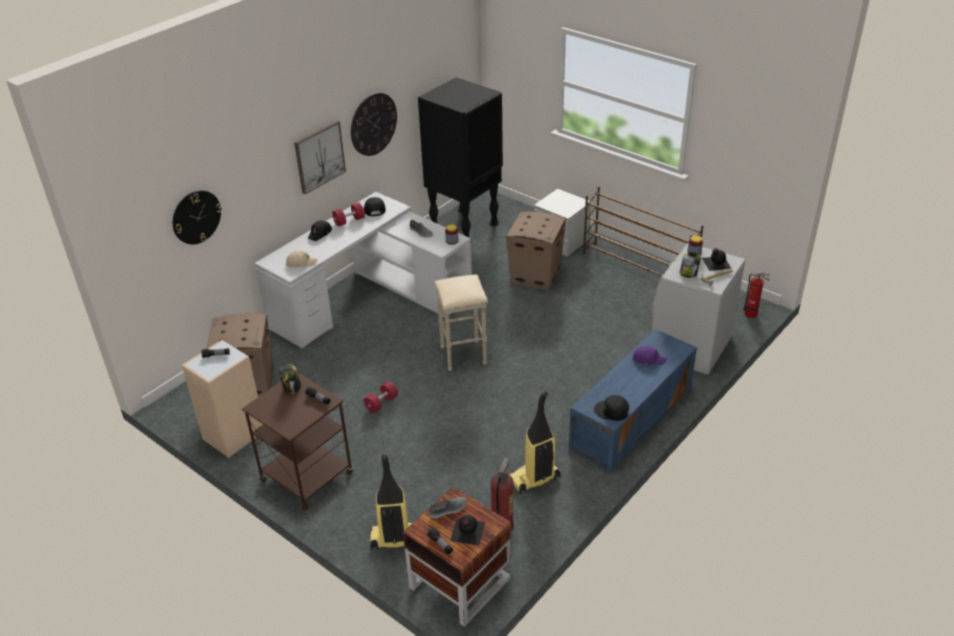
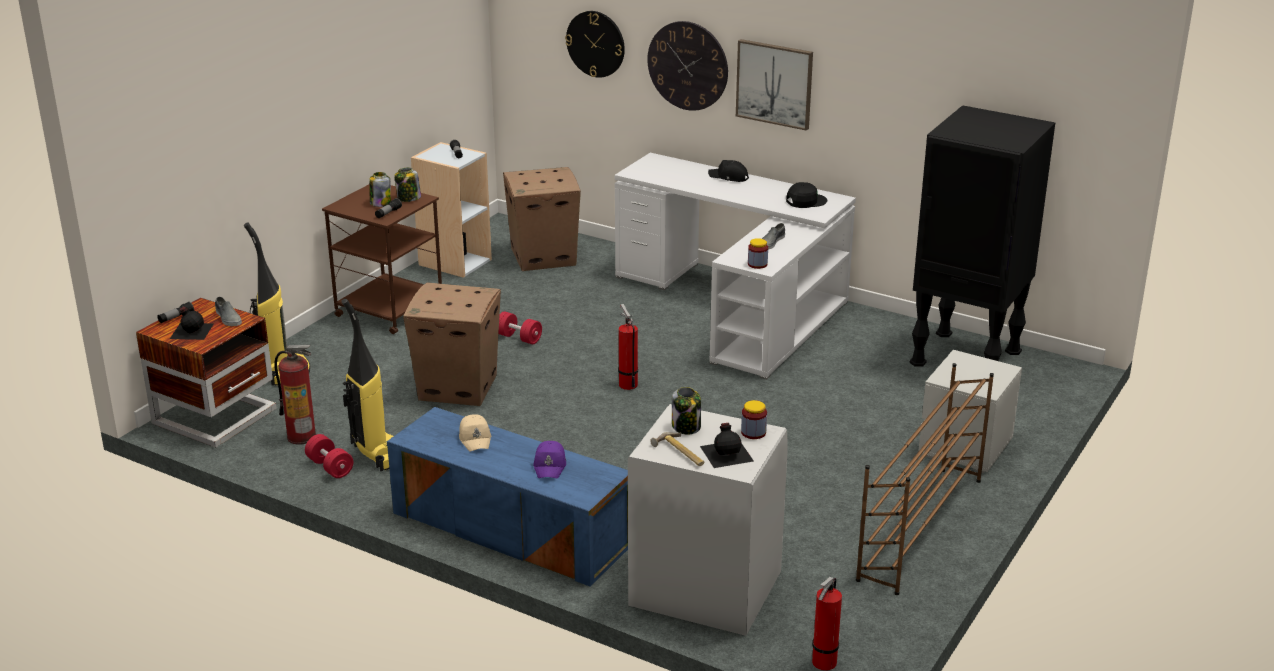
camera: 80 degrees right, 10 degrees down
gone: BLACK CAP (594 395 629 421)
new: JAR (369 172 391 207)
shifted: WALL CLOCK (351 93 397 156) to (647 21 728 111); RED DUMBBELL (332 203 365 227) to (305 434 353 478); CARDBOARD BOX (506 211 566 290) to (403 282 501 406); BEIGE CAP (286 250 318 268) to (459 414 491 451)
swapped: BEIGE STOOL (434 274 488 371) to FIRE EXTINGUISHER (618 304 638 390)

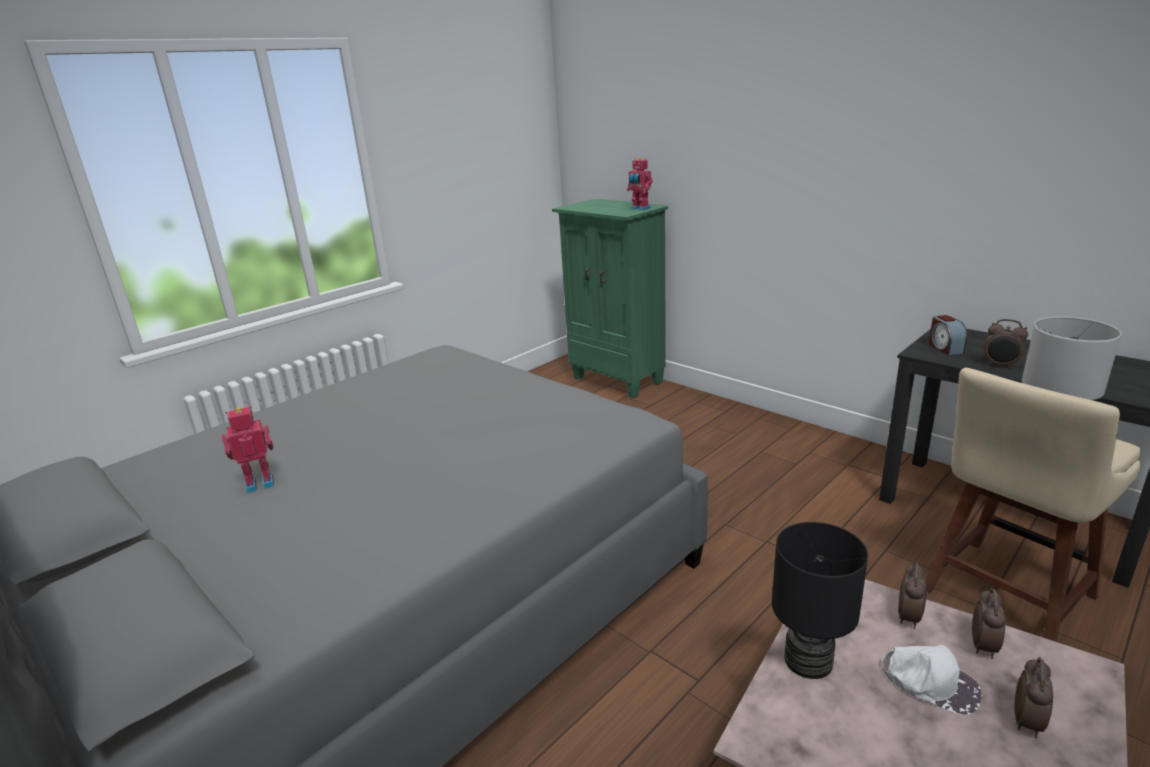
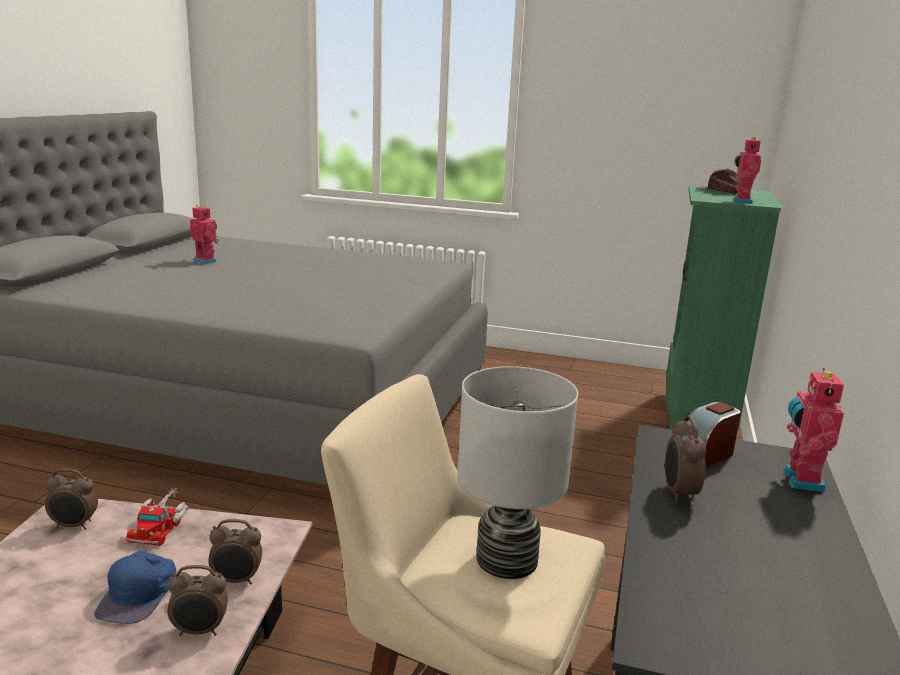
camera: 60 degrees right, 5 degrees down
new: BROWN CAP (696 169 740 194); TOY ROBOT (783 368 844 492)
shifted: ALARM CLOCK (1014 657 1053 738) to (45 469 98 530)
swapped: BLACK TABLE LAMP (772 522 868 679) to TOY TRUCK (126 488 189 546)
repainted: WHITE CAP (882 645 982 715) to BLUE CAP (94 551 176 624)

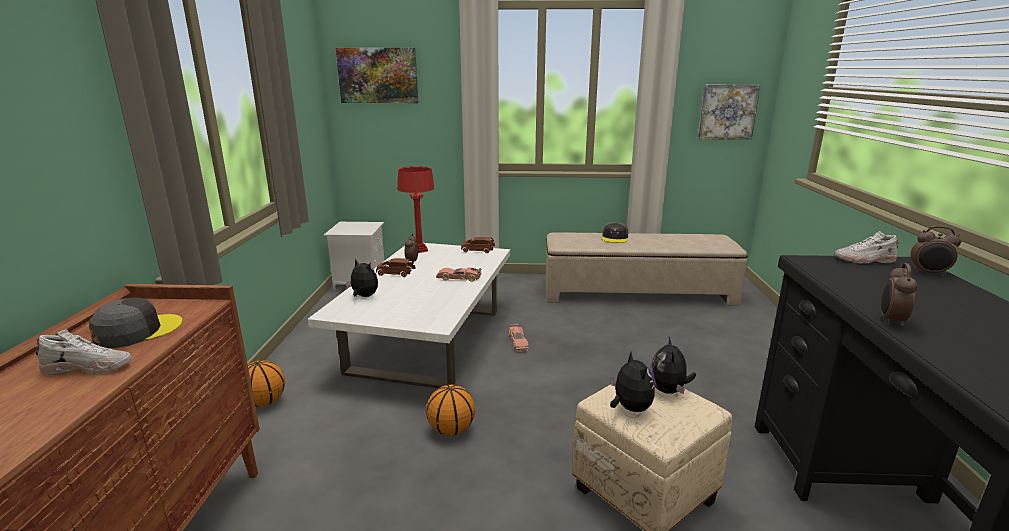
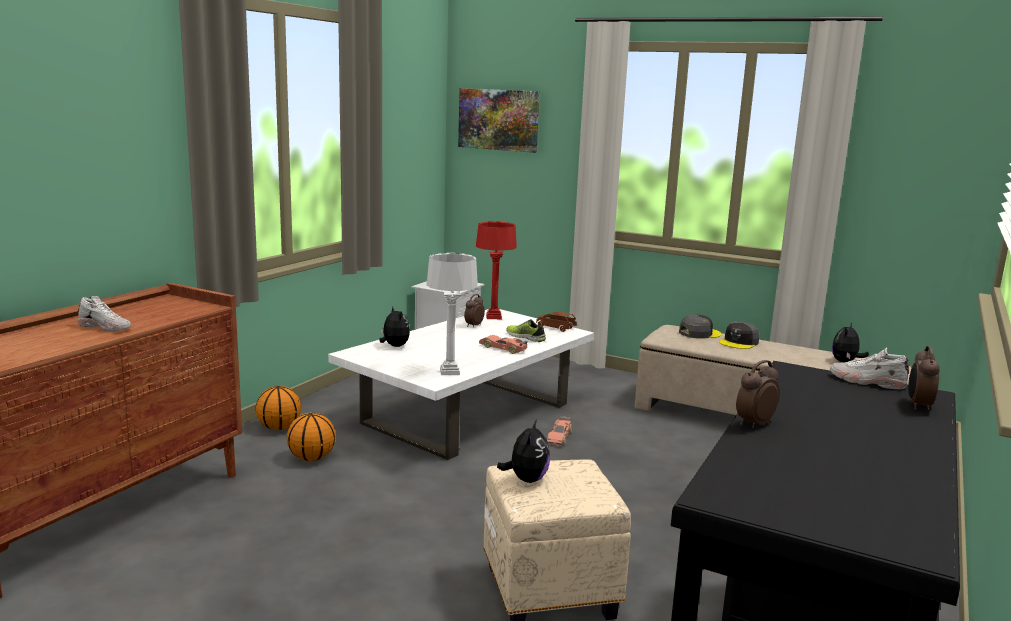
camera: 25 degrees right, 5 degrees down
gone: PICTURE (698 85 760 140); BROWN TOY CAR (376 258 415 277)
new: GREY TABLE LAMP (426 253 478 375); SHOE (506 319 546 342)
shifted: GREY CAP (89 297 183 349) to (679 314 721 339); PLUSH TOY (650 337 696 394) to (832 323 869 362); BASKETBALL (426 385 475 436) to (287 412 336 461)
rotated: ALARM CLOCK (911 226 961 277) = (908 346 940 410) 60 degrees clockwise

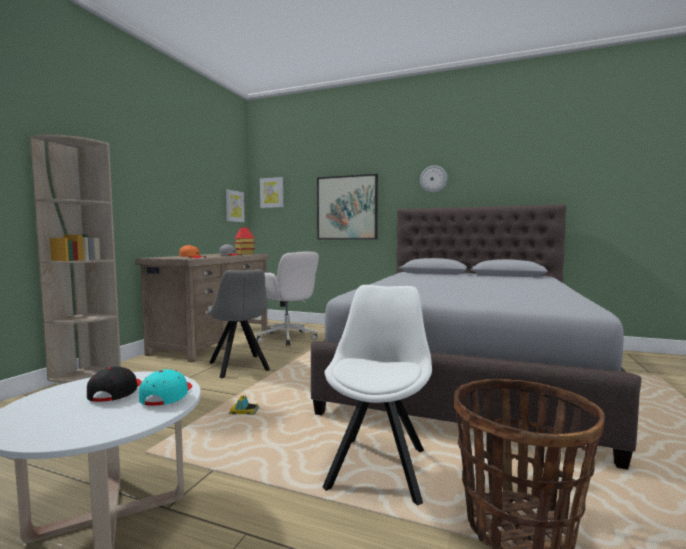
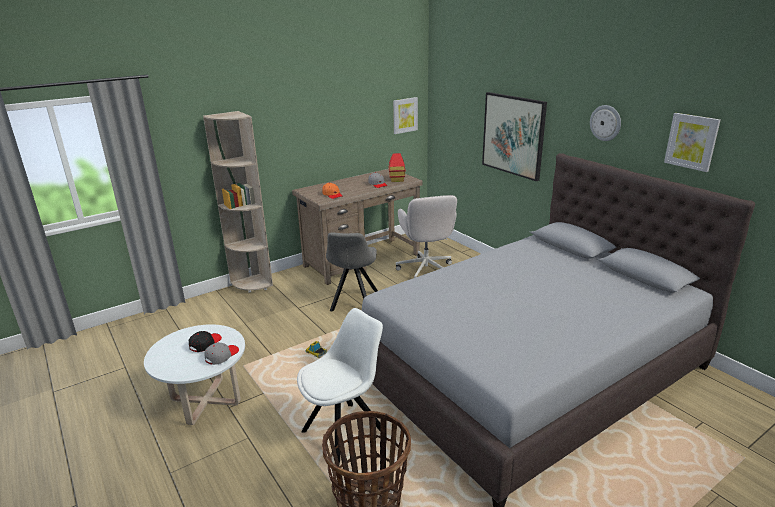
camera: 35 degrees right, 20 degrees up
shifted: PICTURE (260 177 283 208) to (664 113 721 172)
repainted: TURQUOISE CAP (139 369 192 406) to GREY CAP (204 342 239 365)

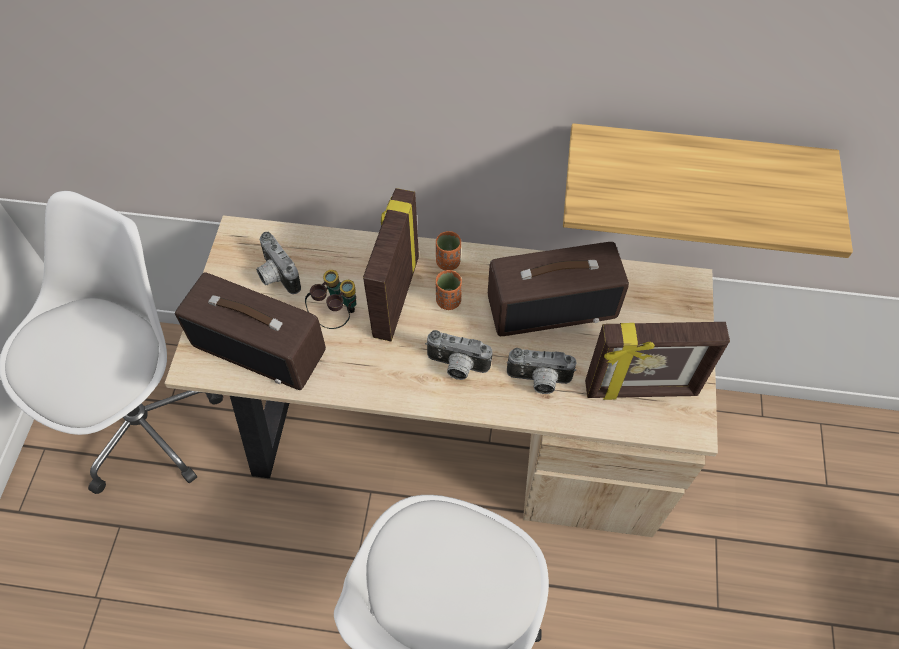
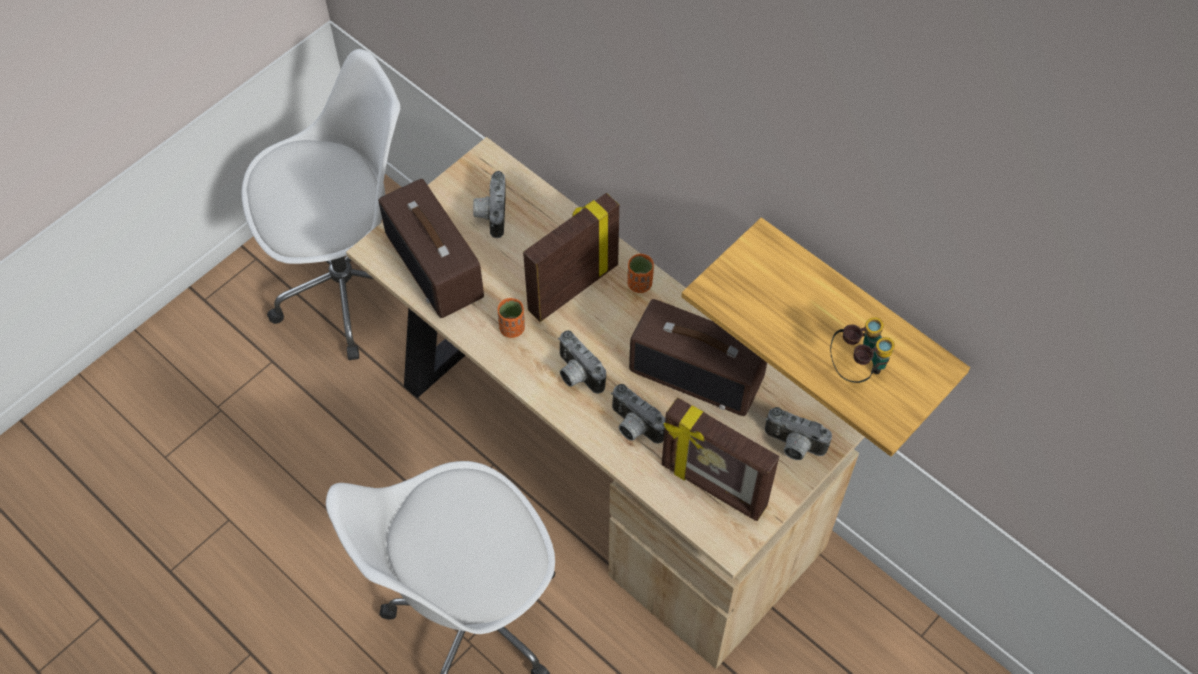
camera: 35 degrees right, 0 degrees up
new: PHOTO CAMERA (765 407 832 460)
shifted: BINOCULARS (305 270 356 329) to (830 317 895 383); ORANGE CUP (436 270 462 310) to (497 298 525 338)

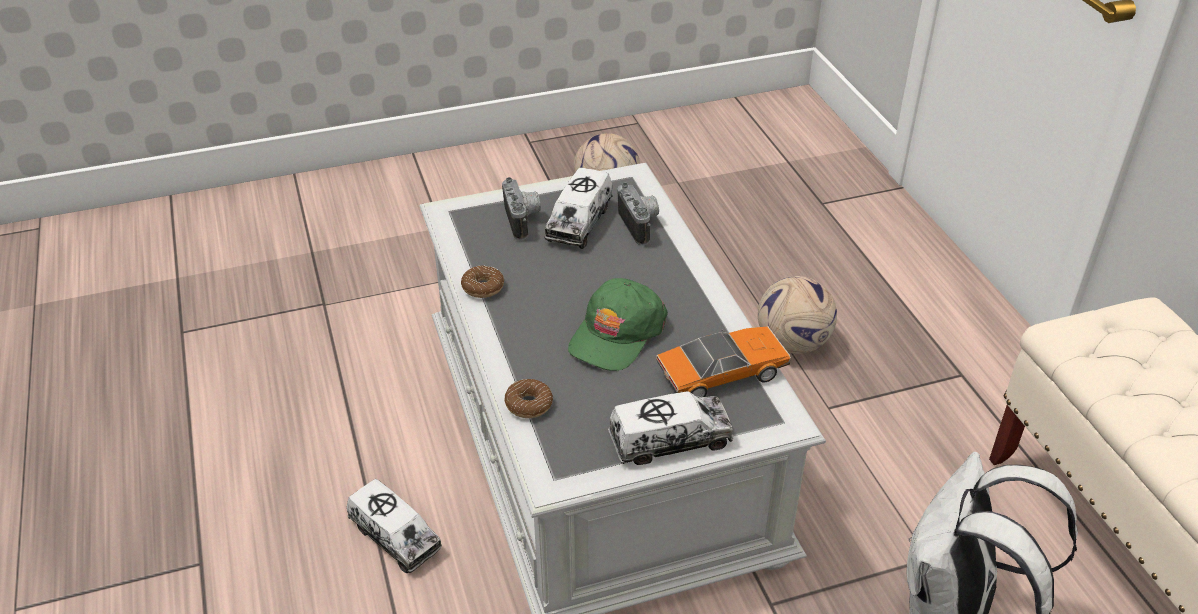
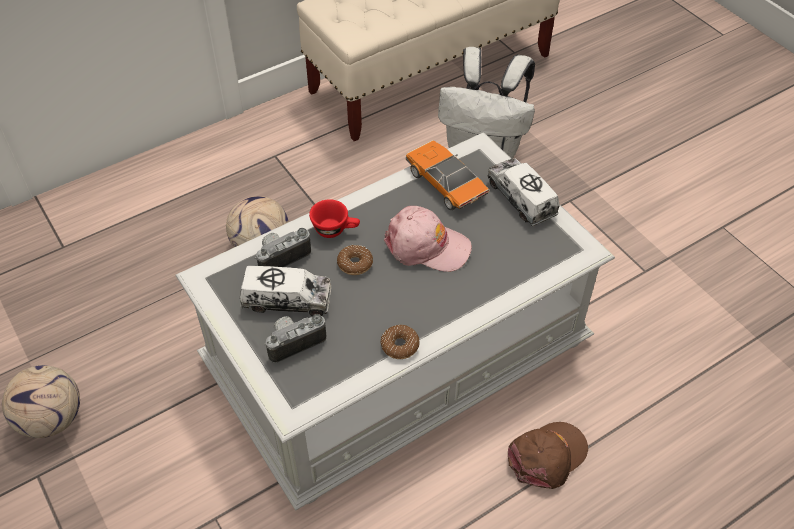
camera: 105 degrees left, 10 degrees up
new: RED CUP (309 199 360 238)
shifted: DONUT (504 379 553 418) to (337 245 373 275)
swapped: TOY TRUCK (347 479 442 573) to BROWN CAP (508 422 588 489)
repainted: GREEN CAP (568 278 668 371) to PINK CAP (384 206 472 272)

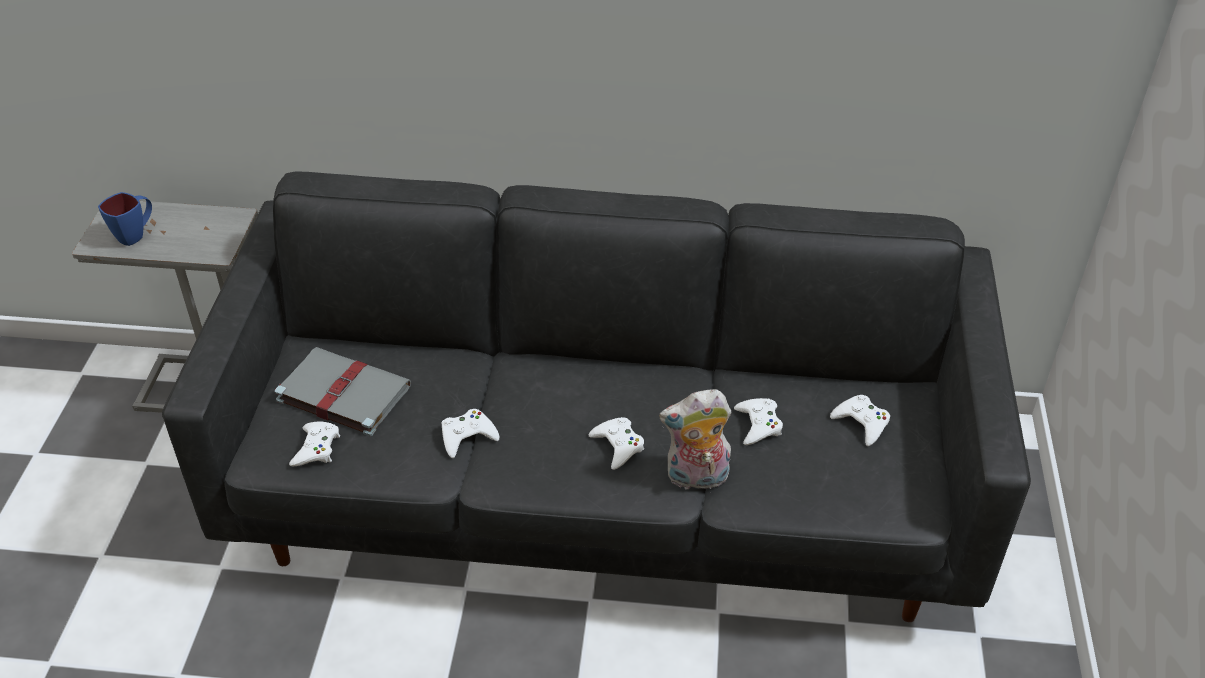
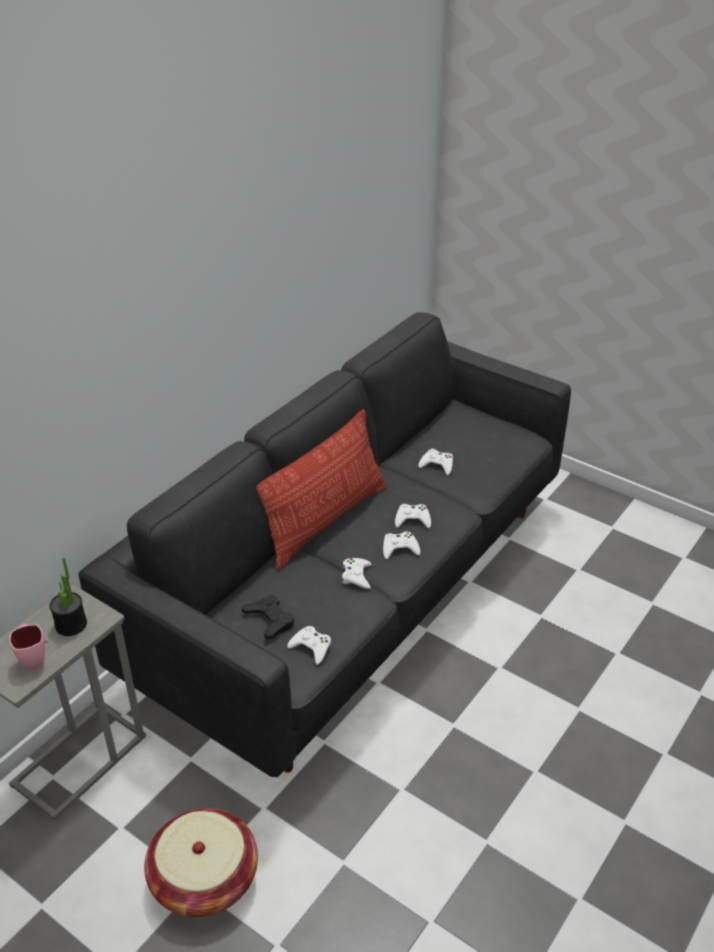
camera: 60 degrees left, 5 degrees down
gone: PLUSH TOY (659 389 731 489)
new: PILLOW (256 409 387 570); POTTED PLANT (50 557 87 636); BASKET (144 808 258 917)
shifted: WHITE GAME CONTROLLER (830 395 890 446) to (383 531 420 559)
swapped: GREY BOOK (275 347 411 436) to BLACK GAME CONTROLLER (242 595 294 639)
repainted: BLUE MUG (98 192 152 246) to PINK MUG (9 624 45 670)

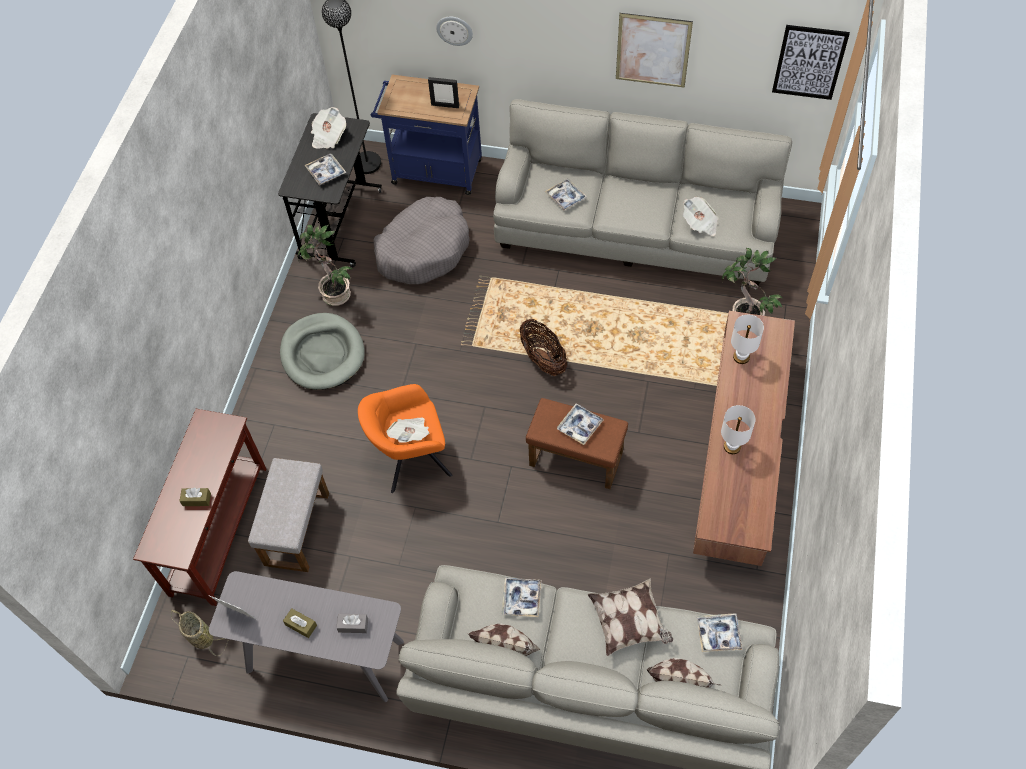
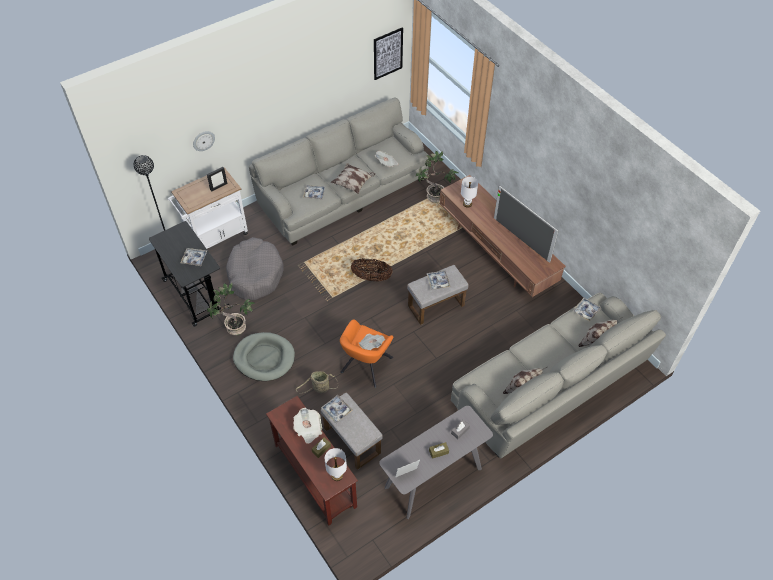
camera: 50 degrees left, 5 degrees down
gone: PICTURE (616 13 693 88)
new: TELEVISION (494 186 558 263)
shifted: NEWSPAPER (311 107 346 149) to (293 408 322 444); WHITE TABLE LAMP (721 405 755 454) to (325 448 347 481); TRAY (502 578 542 617) to (321 395 353 423); PILLOW (588 578 673 656) to (330 163 375 194); BASKET (171 610 229 656) to (296 371 337 393)
repainted: BLUE CART (371 75 482 195) to WHITE CART (168 167 248 249); BROWN OTTOMAN (526 398 628 489) to GREY OTTOMAN (407 265 469 325)

